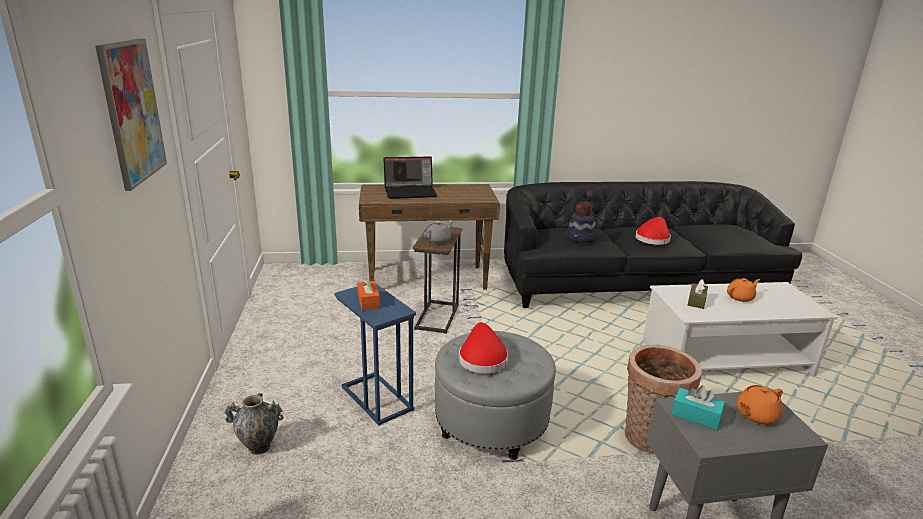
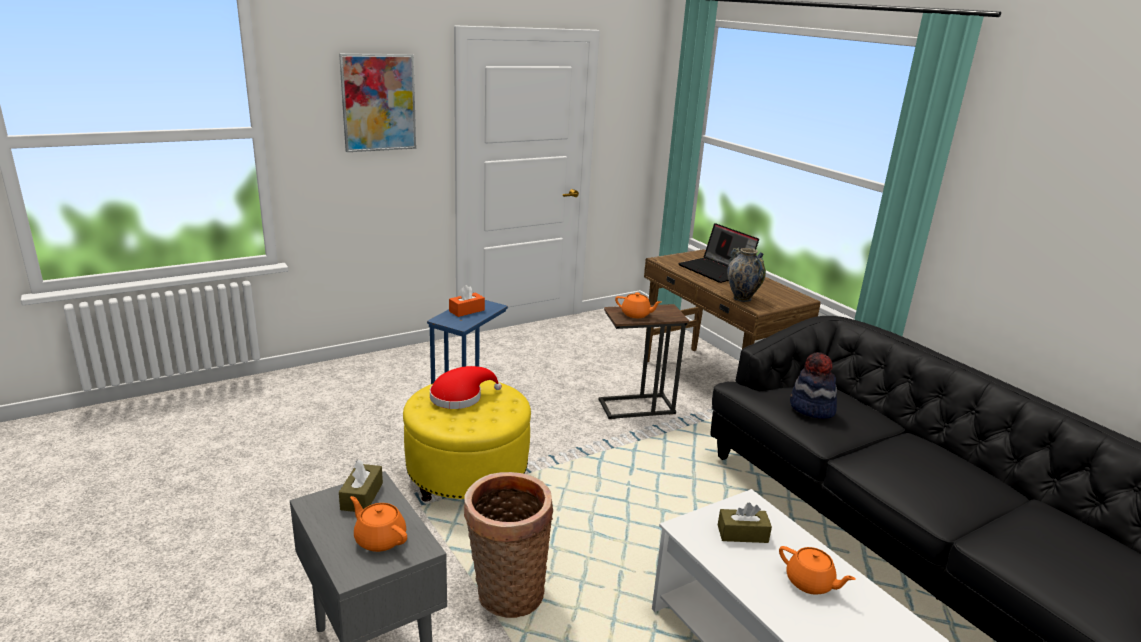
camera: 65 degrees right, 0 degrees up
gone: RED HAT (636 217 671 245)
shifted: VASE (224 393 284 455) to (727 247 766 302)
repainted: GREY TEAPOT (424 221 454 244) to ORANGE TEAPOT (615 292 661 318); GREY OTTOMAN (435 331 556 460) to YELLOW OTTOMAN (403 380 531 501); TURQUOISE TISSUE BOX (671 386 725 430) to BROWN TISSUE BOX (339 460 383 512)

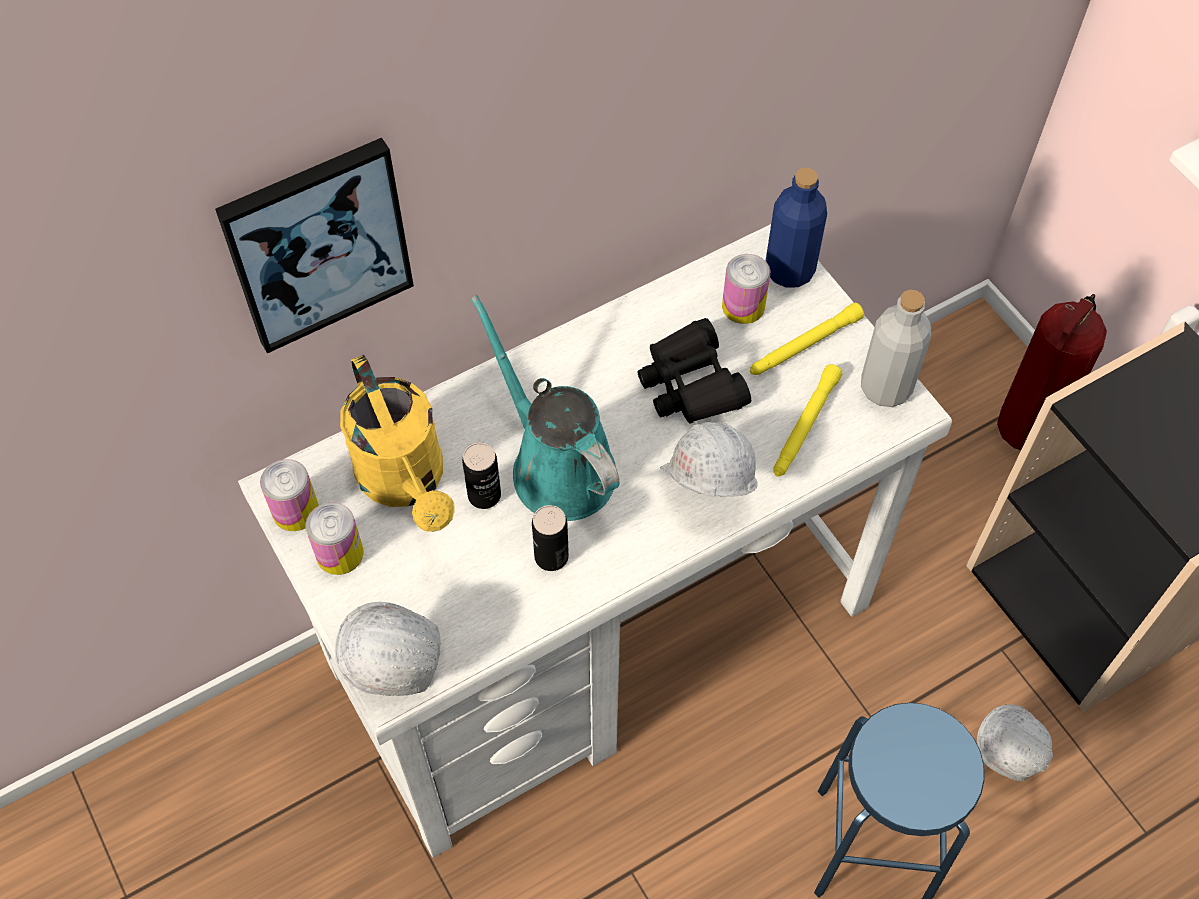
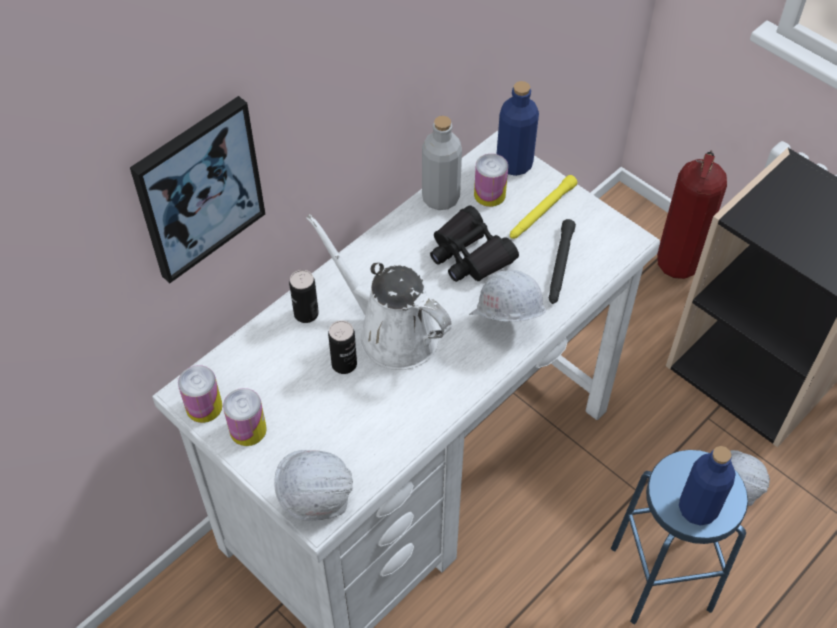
camera: 15 degrees left, 5 degrees down
gone: YELLOW WATERING CAN (340 355 455 532)
new: BLUE BOTTLE (679 446 735 526)
shifted: GREY BOTTLE (861 290 931 407) to (422 116 462 210); CAN (532 505 569 571) to (289 270 319 323)
repainted: TURQUOISE WATERING CAN (471 295 619 521) to WHITE WATERING CAN (306 214 452 370); YELLOW FLASHLIGHT (773 364 843 477) to BLACK FLASHLIGHT (549 219 576 304)

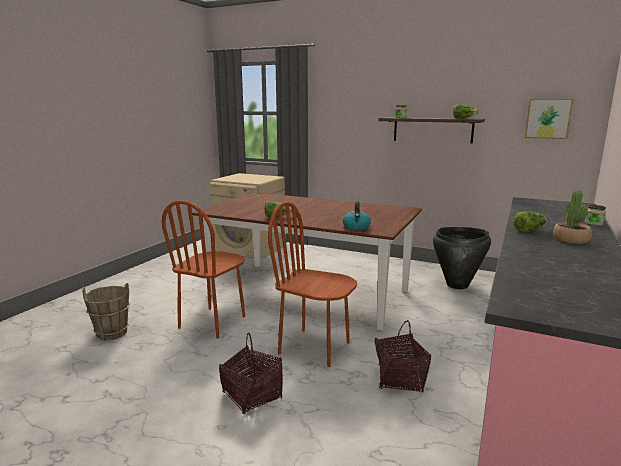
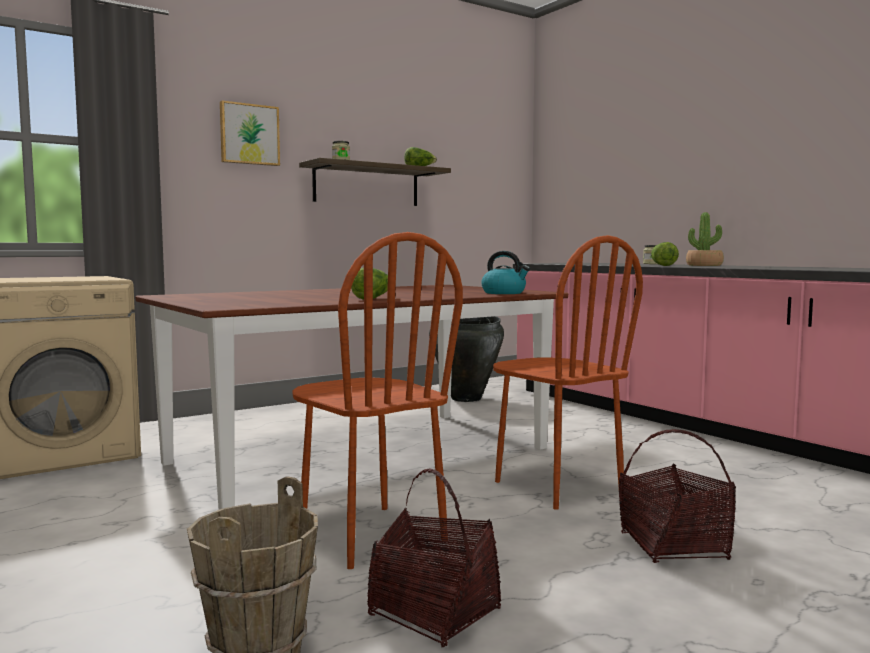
camera: 60 degrees left, 10 degrees down
shifted: PICTURE (525 99 573 139) to (220 101 280 166); BASKET (375 320 432 393) to (367 469 501 647)
rotated: BROWN CHAIR (268 201 357 367) = (493 235 643 510) 90 degrees counterclockwise

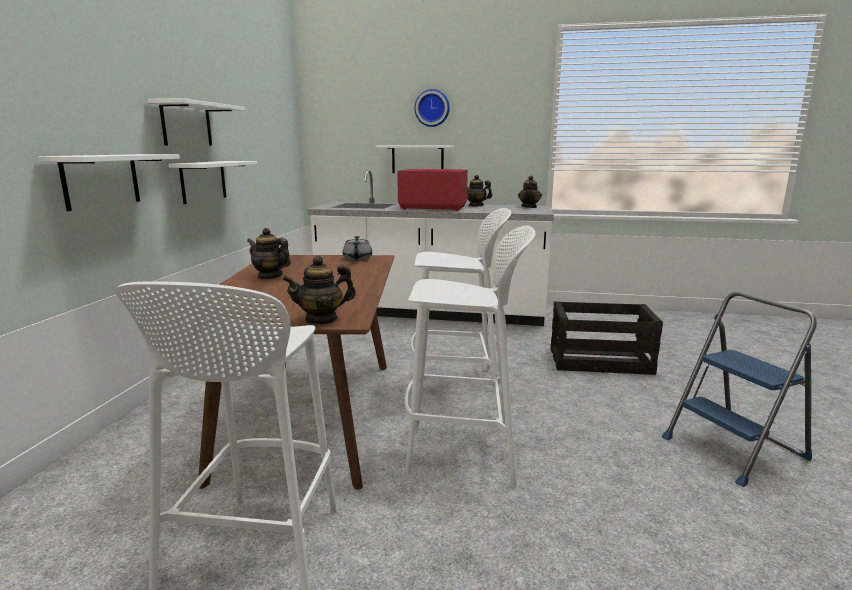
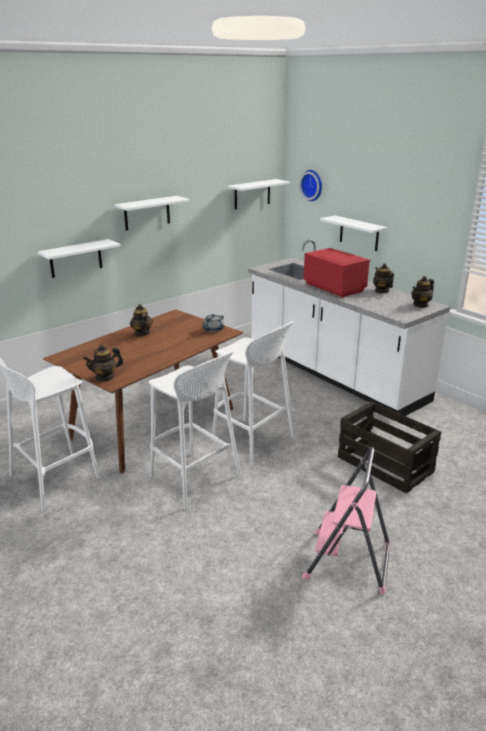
camera: 40 degrees right, 10 degrees up
shifted: WALL CLOCK (415 89 450 127) to (299 170 322 201); WHITE SHELF (169 161 257 204) to (228 179 290 209)
repainted: BLUE STEP LADDER (661 292 817 487) to PINK STEP LADDER (302 447 390 595)
rotated: TEAPOT (282 256 356 325) = (83 344 123 381) 45 degrees counterclockwise

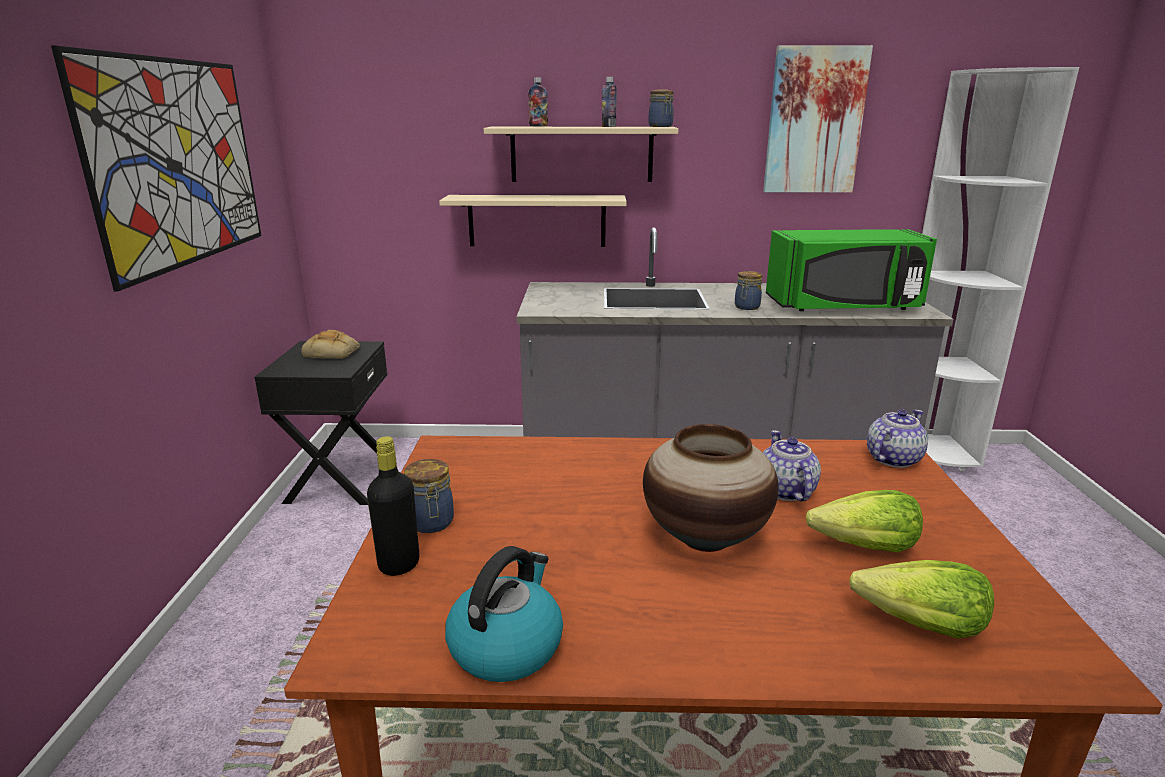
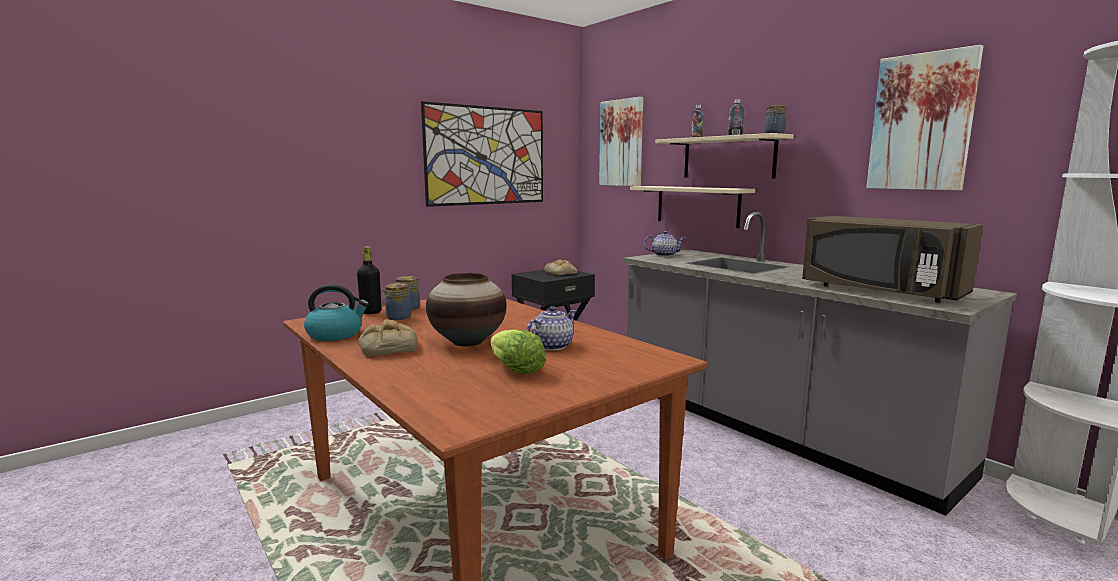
camera: 50 degrees right, 10 degrees down
gone: LETTUCE (849 560 994 639)
new: PICTURE (599 97 643 186); BREAD (358 319 418 356)
shifted: JAR (735 271 763 310) to (382 283 412 320); TEAPOT (867 409 928 468) to (644 231 686 257)
repainted: GREEN MICROWAVE (766 229 937 311) to BROWN MICROWAVE (802 216 983 303)

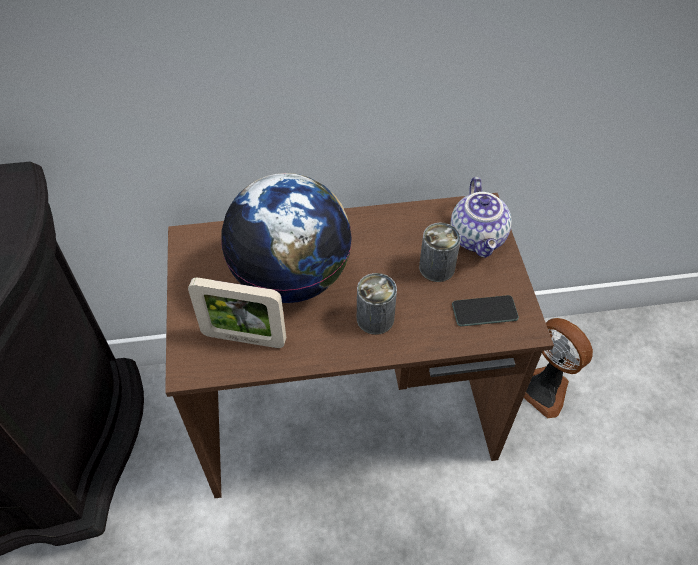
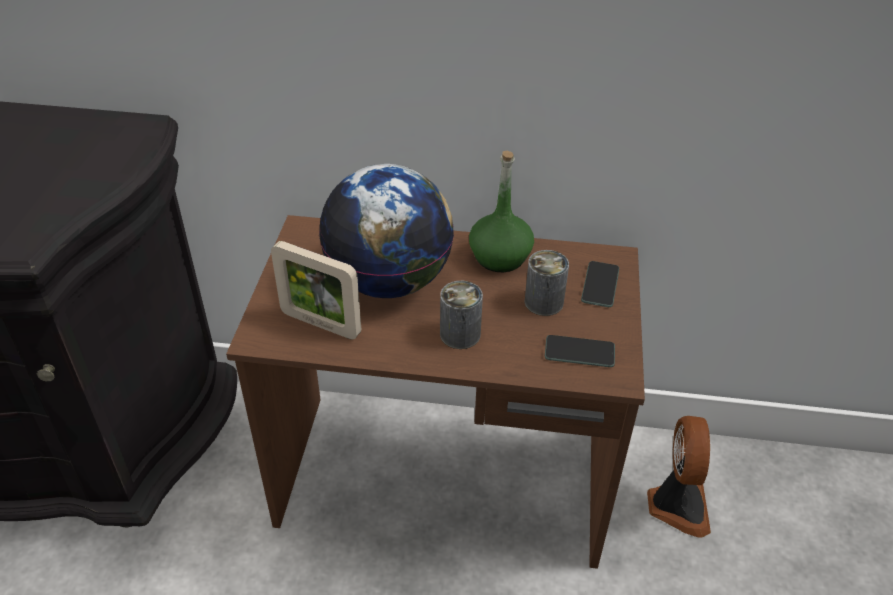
camera: 15 degrees right, 10 degrees down
new: GREEN BOTTLE (469 151 534 272)
swapped: TEAPOT (451 177 512 258) to PHONE (581 261 619 307)
rotated: FAN (524 318 593 418) = (647 416 711 538) 150 degrees counterclockwise

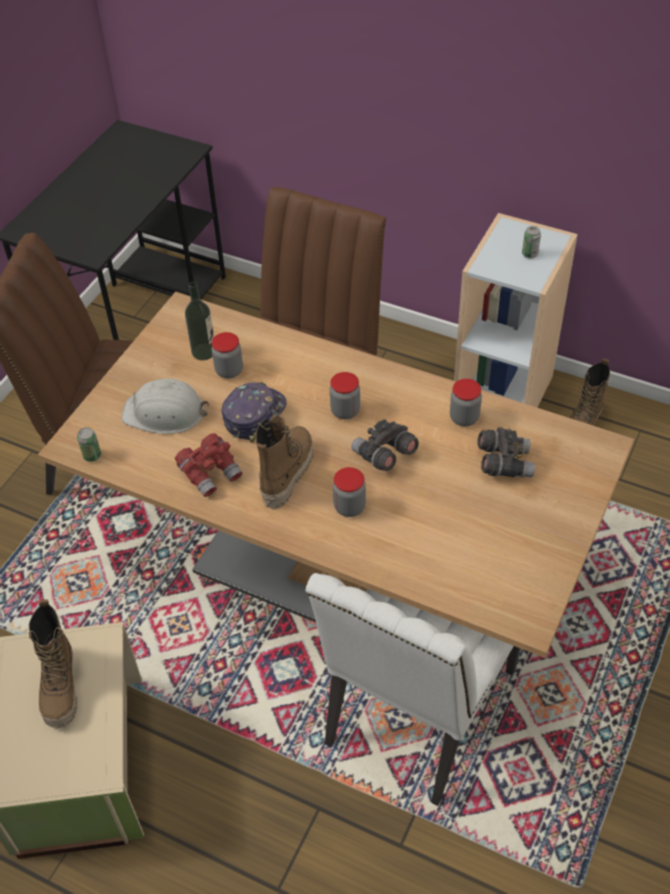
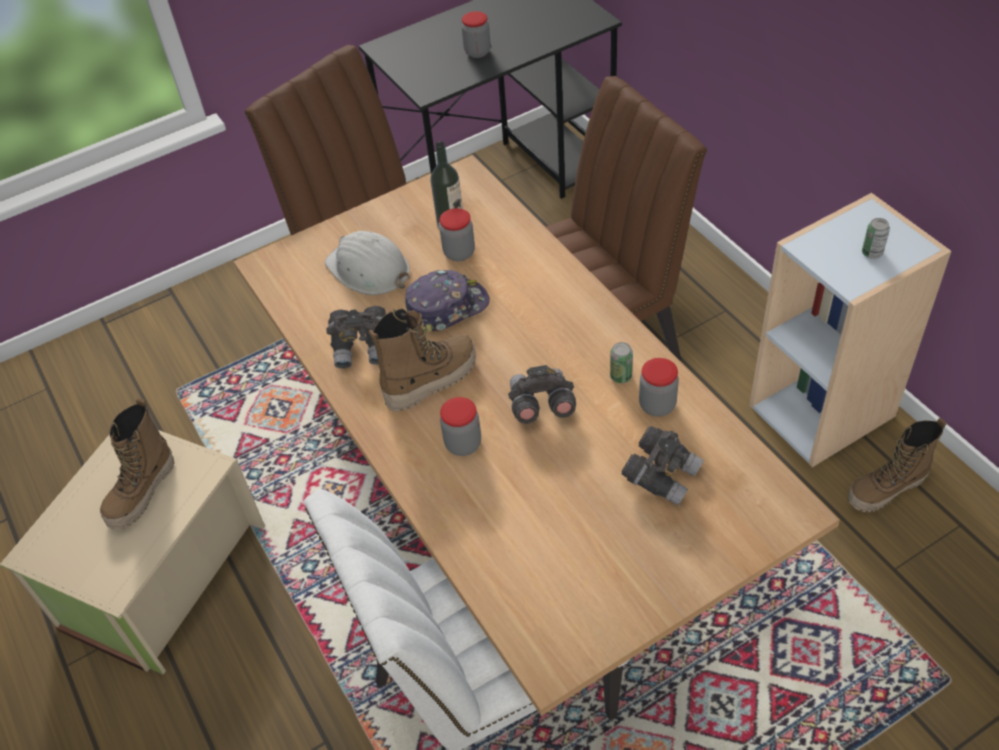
camera: 35 degrees right, 0 degrees up
shifted: JAR (330 372 360 419) to (462 11 491 58); CAN (77 427 101 462) to (610 342 633 383)
repainted: RED BINOCULARS (175 433 243 497) to GREY BINOCULARS (326 306 386 368)

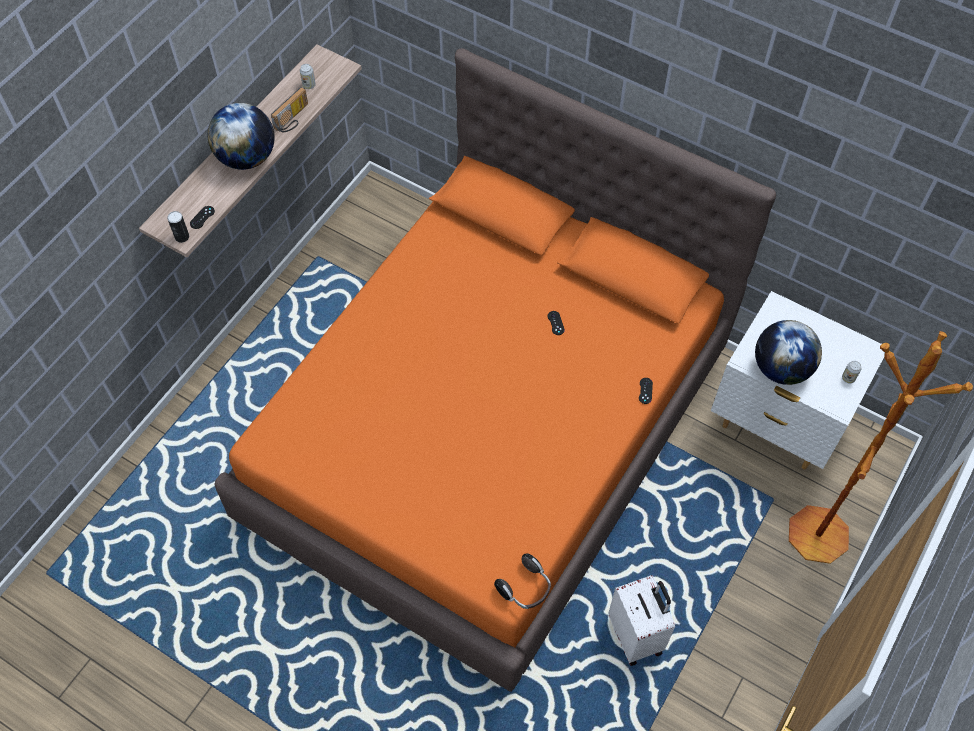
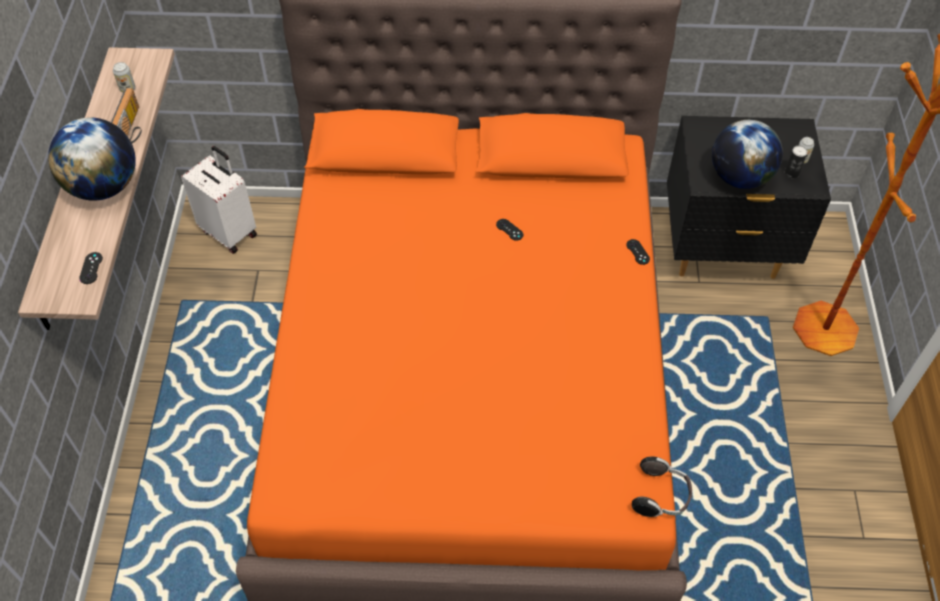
camera: 30 degrees left, 5 degrees down
shifted: CAN (167 211 189 243) to (785 145 807 178); WHITE SUITCASE (608 575 675 666) to (181 146 257 254)
repainted: WHITE NIGHTSTAND (711 291 885 470) to BLACK NIGHTSTAND (667 116 831 279)

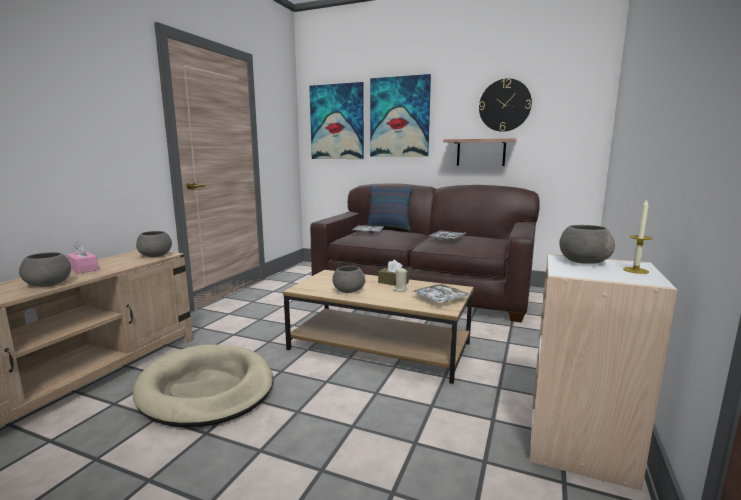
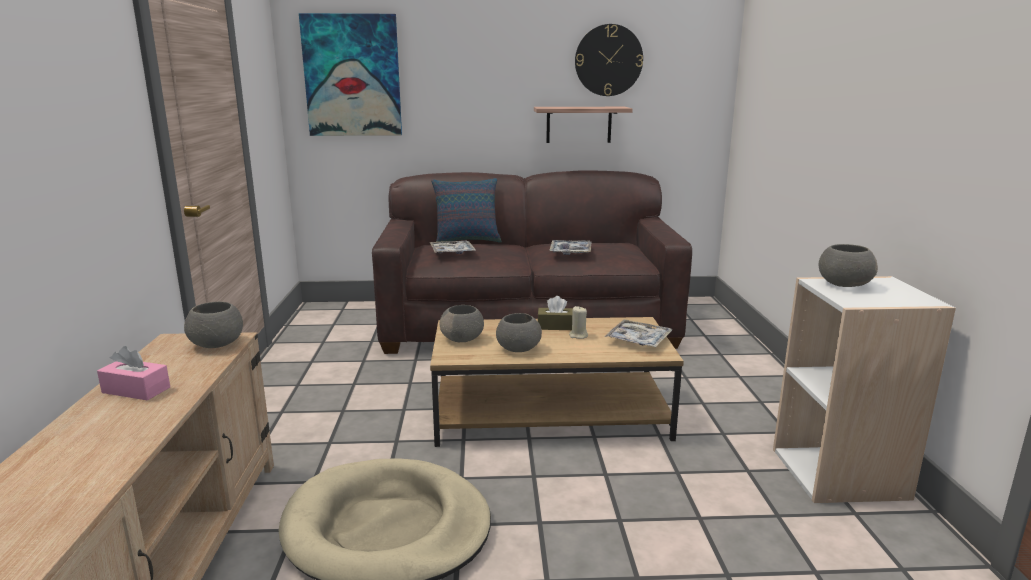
camera: 25 degrees left, 5 degrees up
gone: PICTURE (370 74 431 157); CANDLE (623 199 652 274)
shifted: GREY BOWL (19 252 71 287) to (440 305 484 342)

